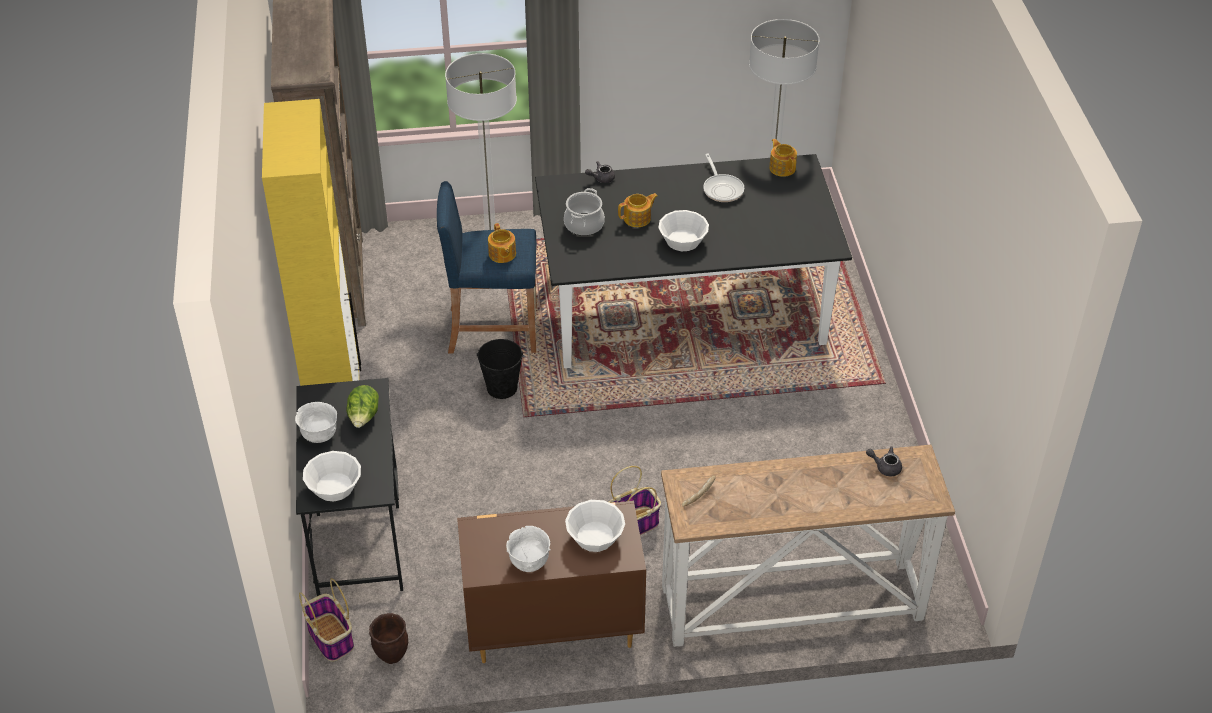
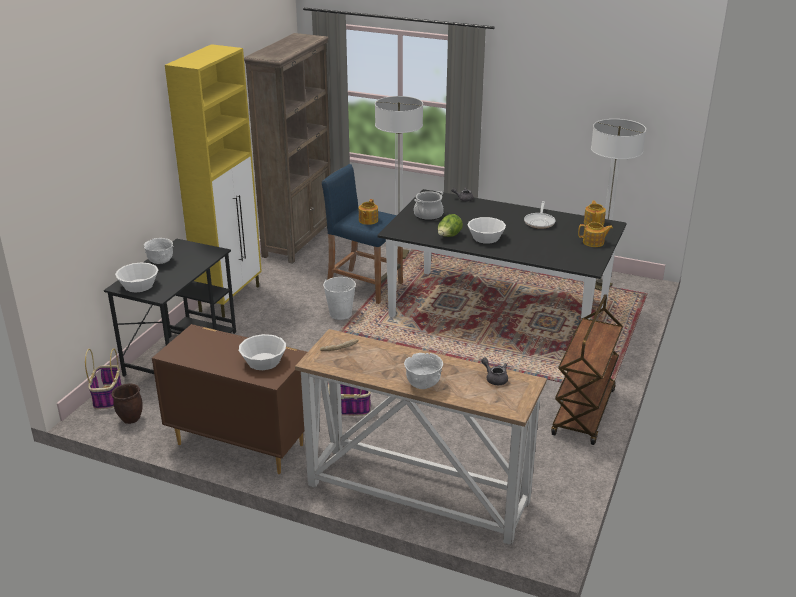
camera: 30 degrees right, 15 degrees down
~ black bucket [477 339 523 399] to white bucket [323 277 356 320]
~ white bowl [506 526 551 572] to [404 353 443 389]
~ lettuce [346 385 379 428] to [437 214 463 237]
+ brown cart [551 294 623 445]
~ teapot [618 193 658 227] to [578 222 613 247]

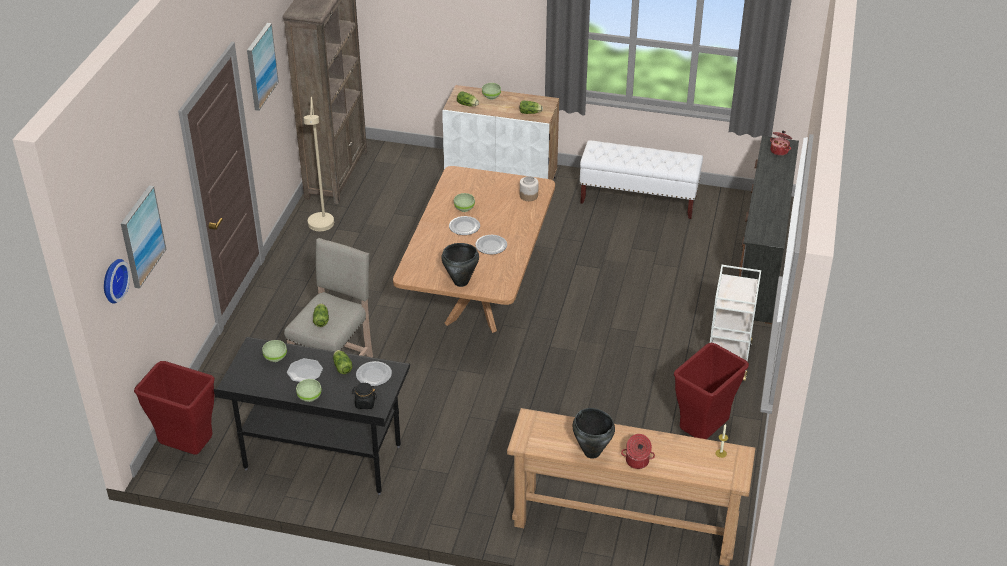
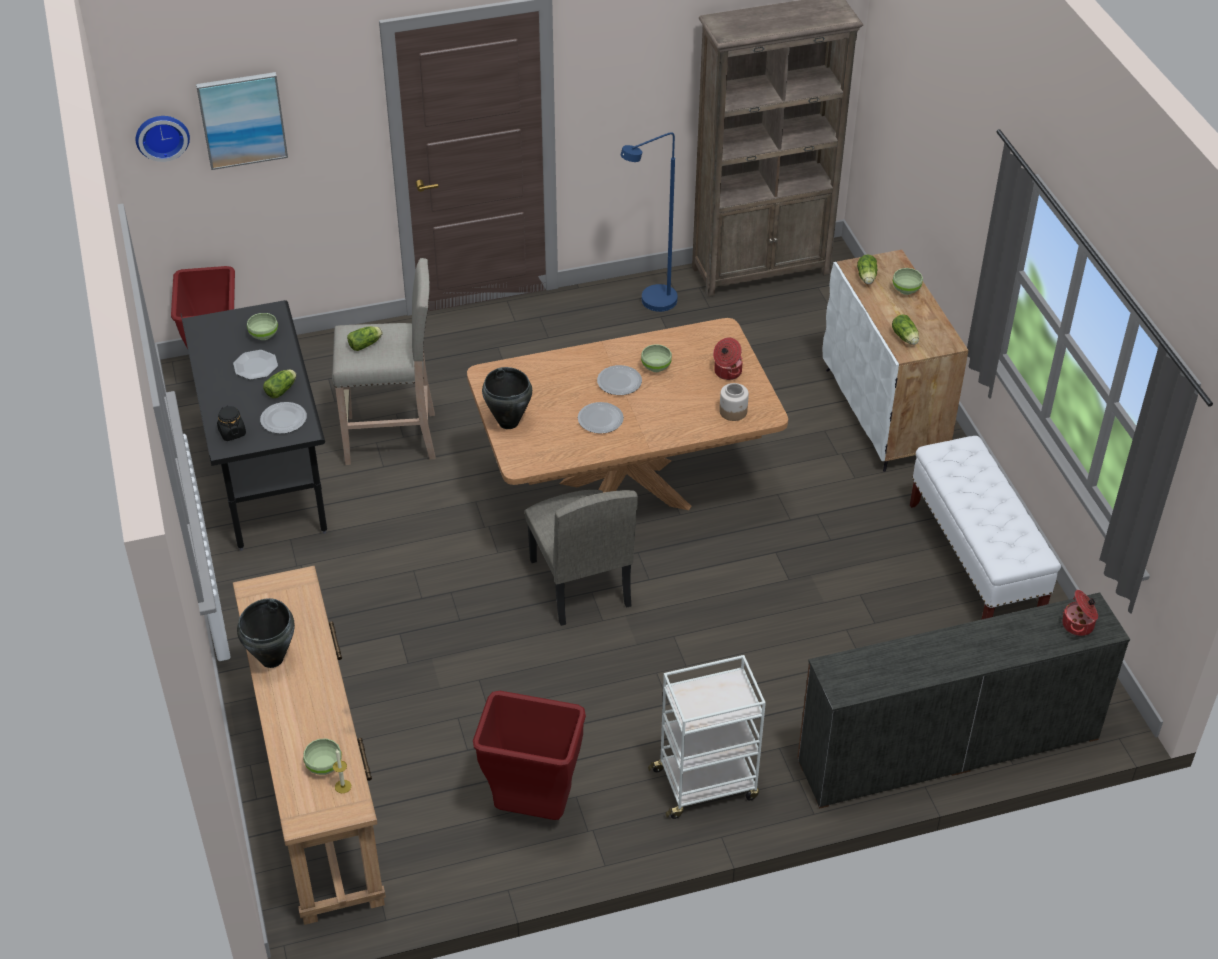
camera: 60 degrees right, 5 degrees up
~ green bowl [296 379 322 402] to [303 738 342 775]
+ beige chair [525 490 638 626]
~ beige floor lamp [304 97 334 231] to blue floor lamp [621 132 678 312]
~ cooking pot [621 434 655 469] to [713 337 743 380]
- picture [247 23 279 111]

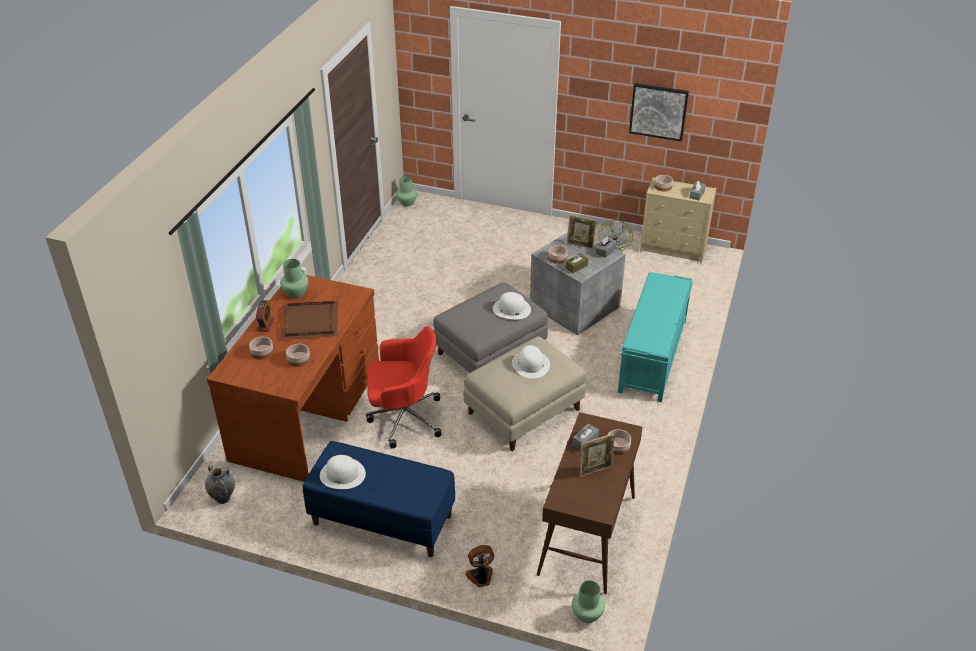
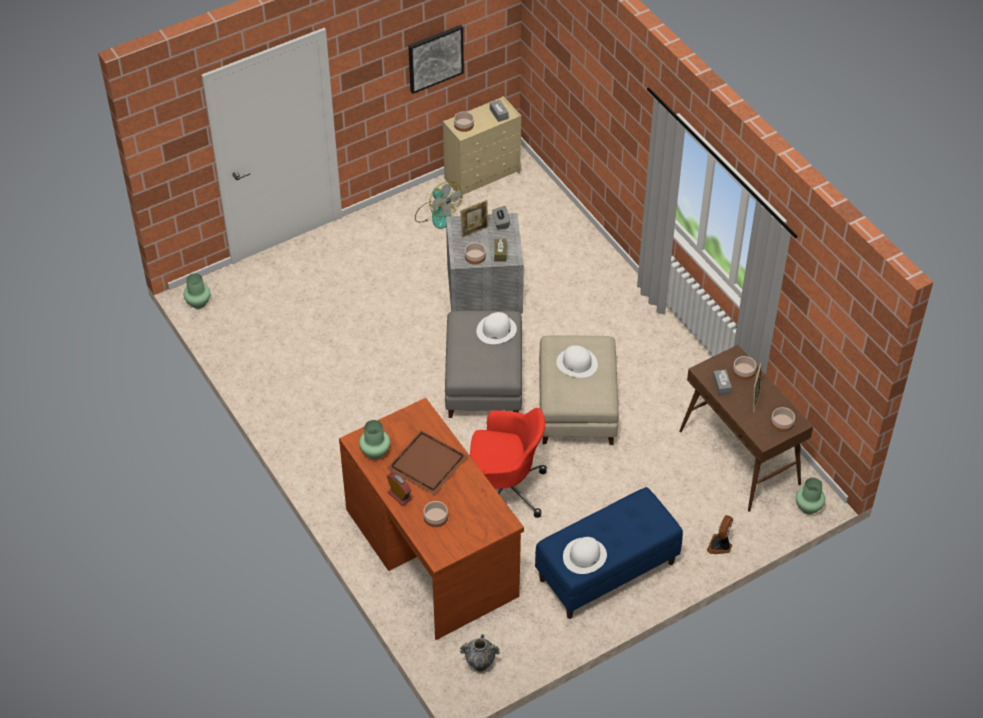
camera: 50 degrees left, 10 degrees up
~ red office chair [366 326 441 448] = [470 408 547 518] 60 degrees clockwise
~ bowl [286 344 310 367] to [771 407 795 432]
- turquoise bench [618 272 693 402]

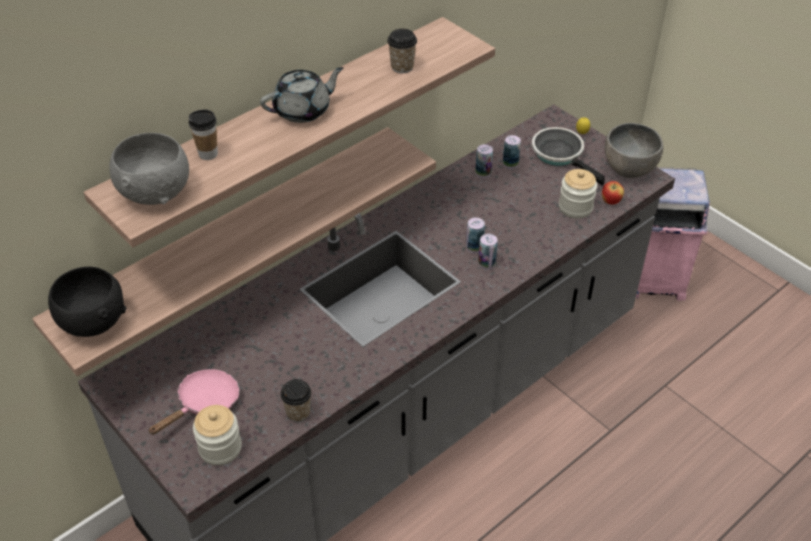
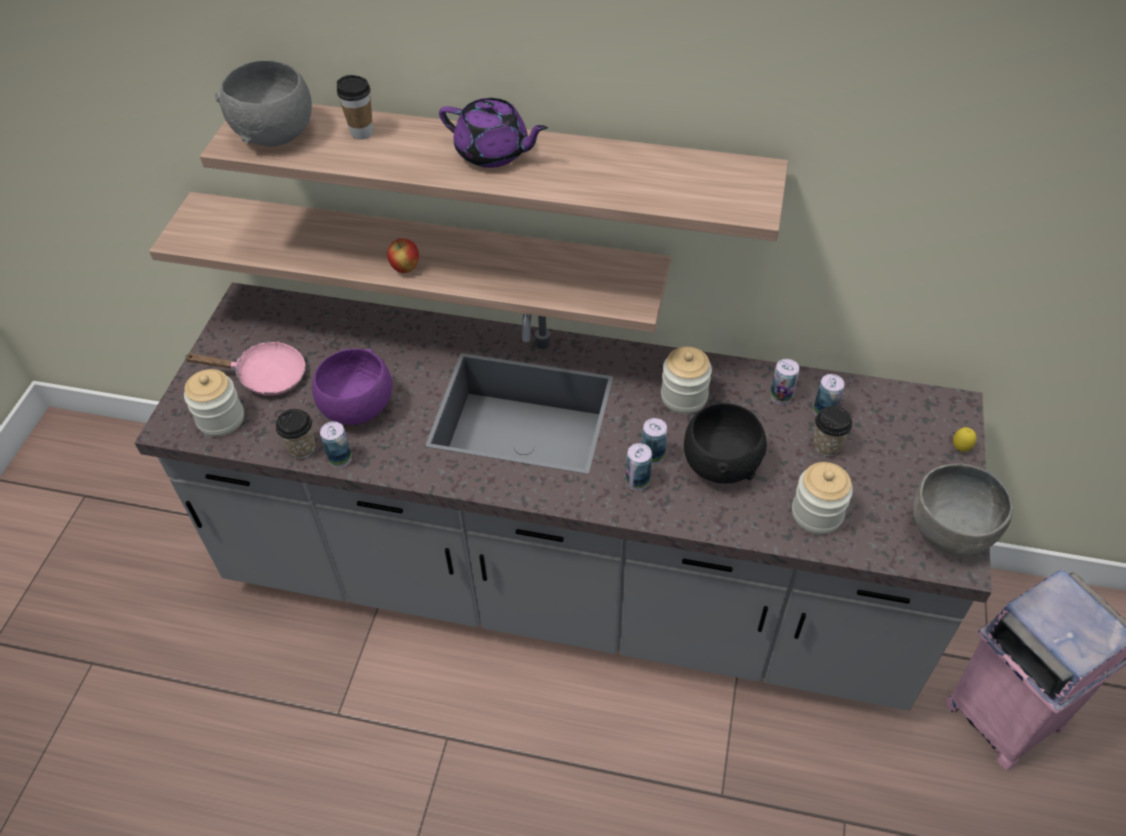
camera: 55 degrees right, 5 degrees up
+ purple bowl [312 349 392 425]
+ can [320 421 352 468]
~ apple [602 181 624 205] to [387 238 419 273]
~ grey teapot [260 67 343 123] to purple teapot [439 98 548 168]
+ jar [661 347 712 414]
~ black bowl [48 267 126 337] to [684 403 767 484]
~ cup [388 29 417 73] to [813 406 852 456]
- frying pan [532 127 605 186]

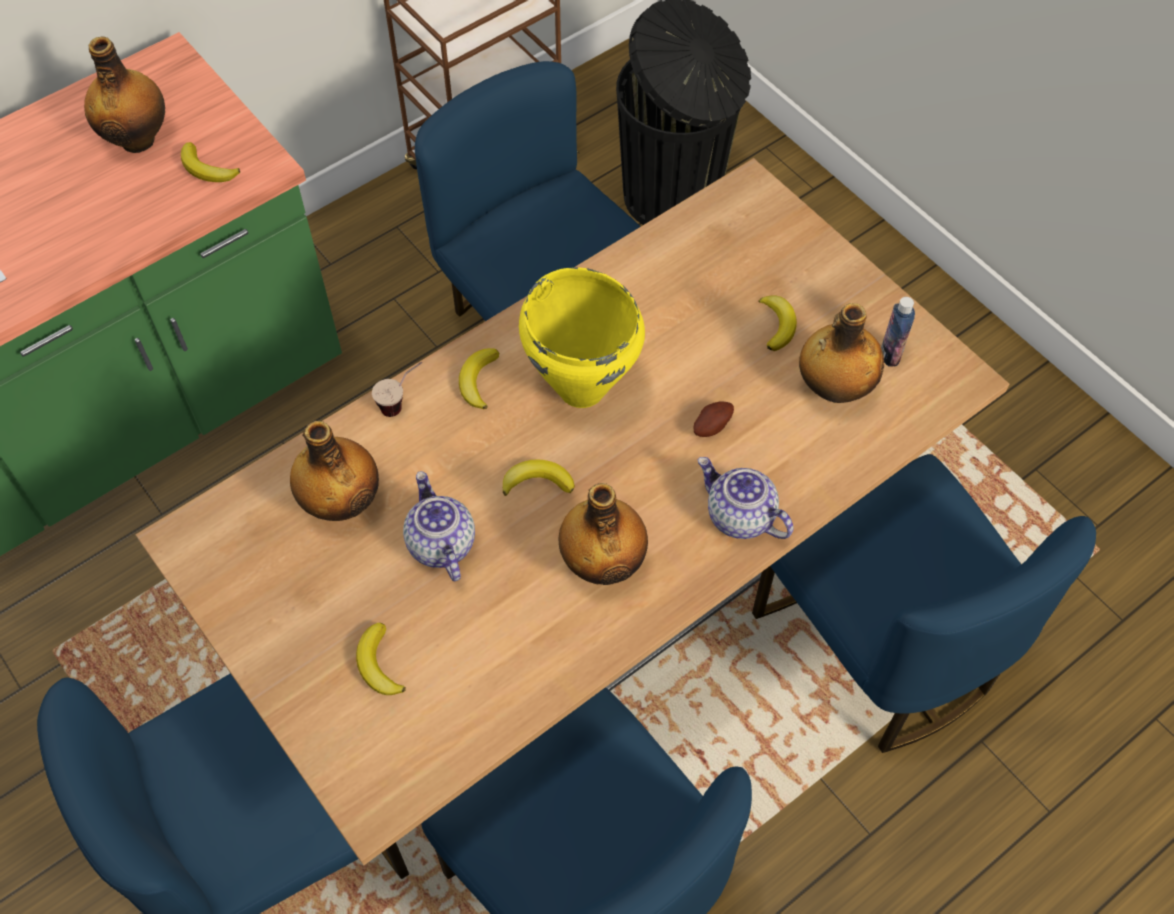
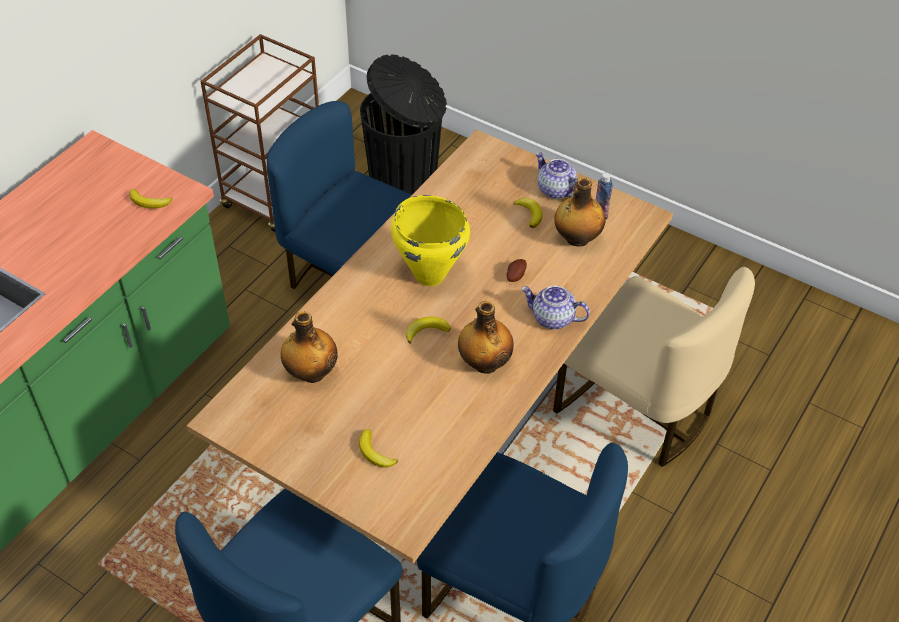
camera: 20 degrees left, 10 degrees down
~ teapot [403 471 475 581] to [536 152 578 199]
~ blue chair [752 454 1096 753] to beige chair [553 267 755 467]
- bottle [84 36 165 153]
- cup [372 362 423 417]
- banana [459 348 499 409]

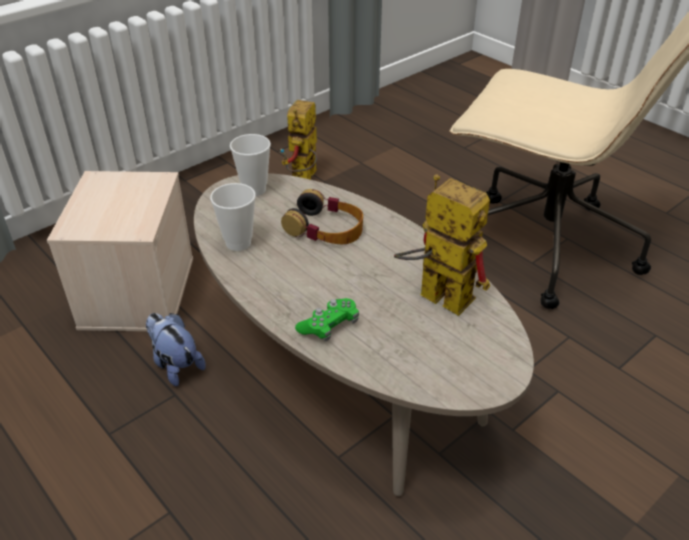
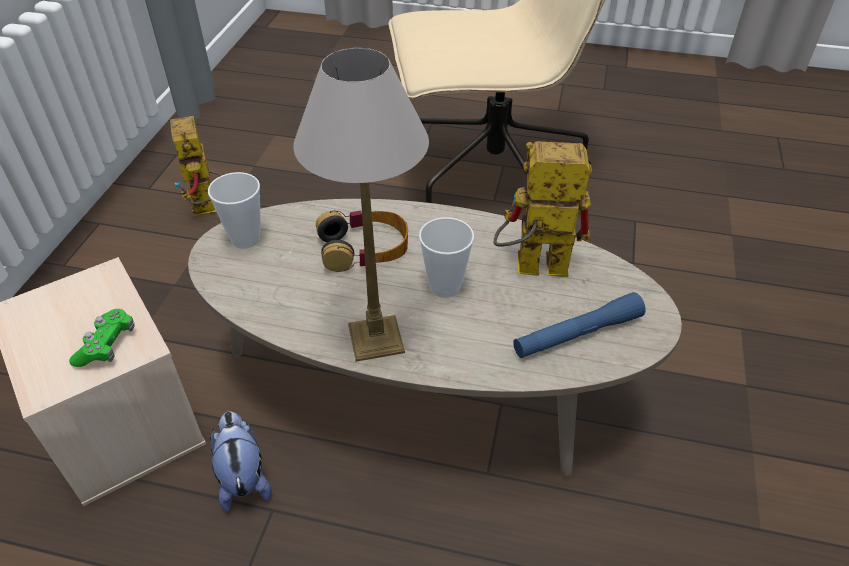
camera: 35 degrees left, 5 degrees up
~ green game controller [295 298 359 342] to [69 309 135 367]
~ plush toy [146 313 206 386] = [210 412 271 512] 60 degrees clockwise
+ table lamp [293 48 429 362]
~ cup [210 183 256 251] to [419 217 474 298]
+ blue flashlight [513 292 646 358]

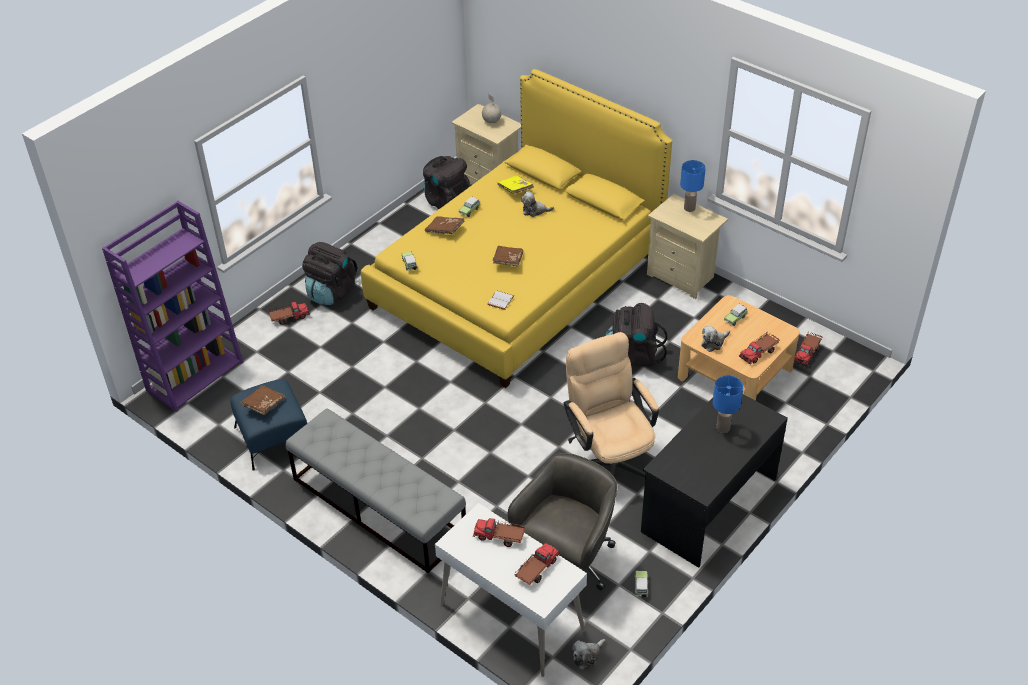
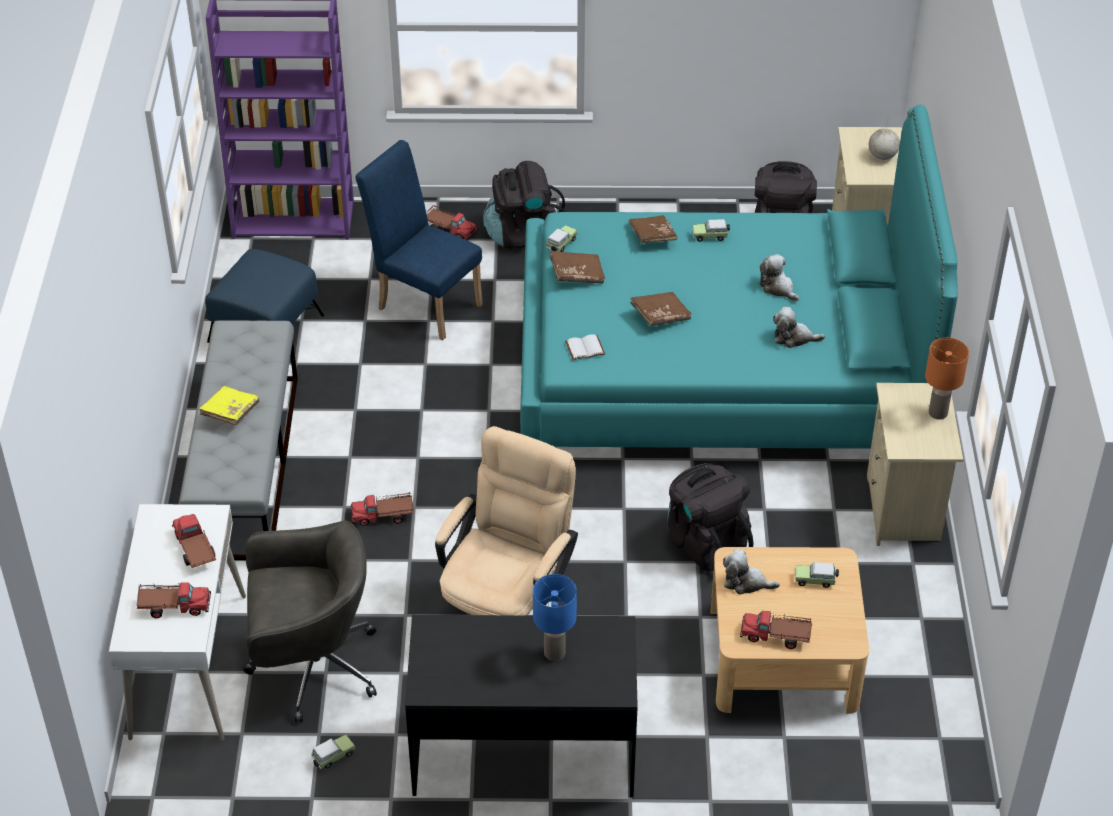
camera: 50 degrees right, 0 degrees up
~ yellow book [497 175 534 194] to [199 386 259 425]
~ toy truck [794 332 823 366] to [350 492 414 526]
+ blue chair [355 140 483 341]
~ yellow bed [361 69 672 388] to turquoise bed [520 105 958 449]
~ brown book [240 386 285 415] to [550 251 605 283]
~ plush toy [572 639 606 670] to [773 307 825 348]
~ blue table lamp [680 160 706 212] to orange table lamp [925 338 969 420]

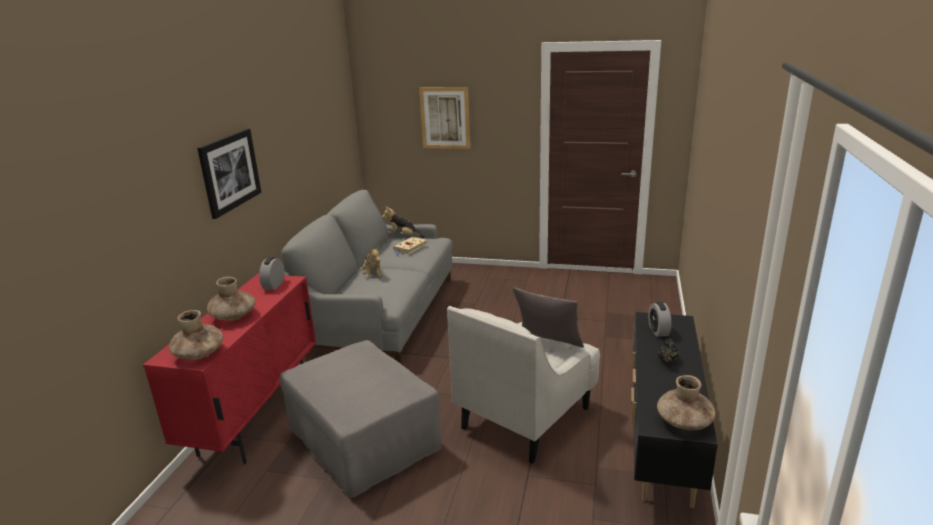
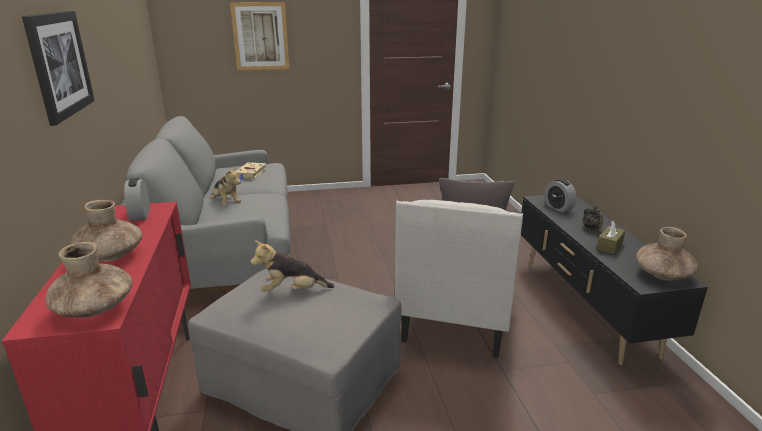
camera: 25 degrees left, 0 degrees up
~ plush toy [382 206 425 238] to [250 240 334 292]
+ brown tissue box [596 221 625 254]

